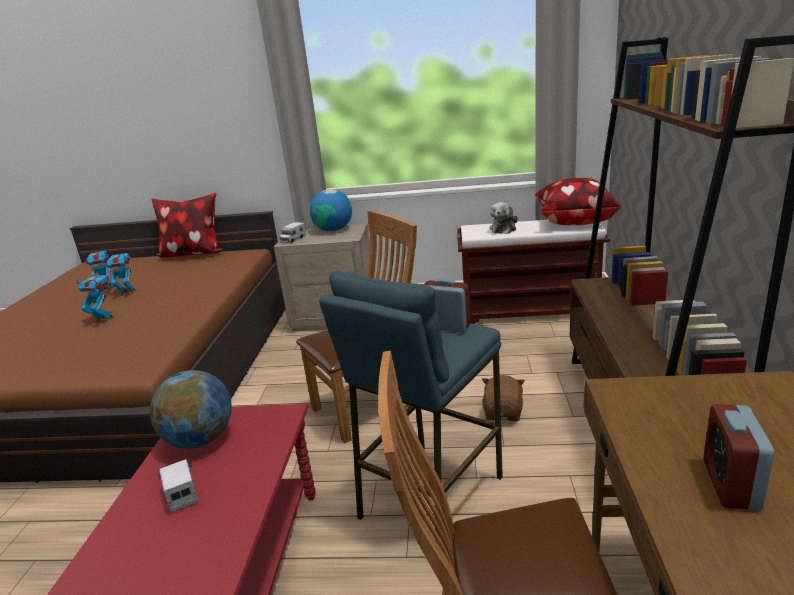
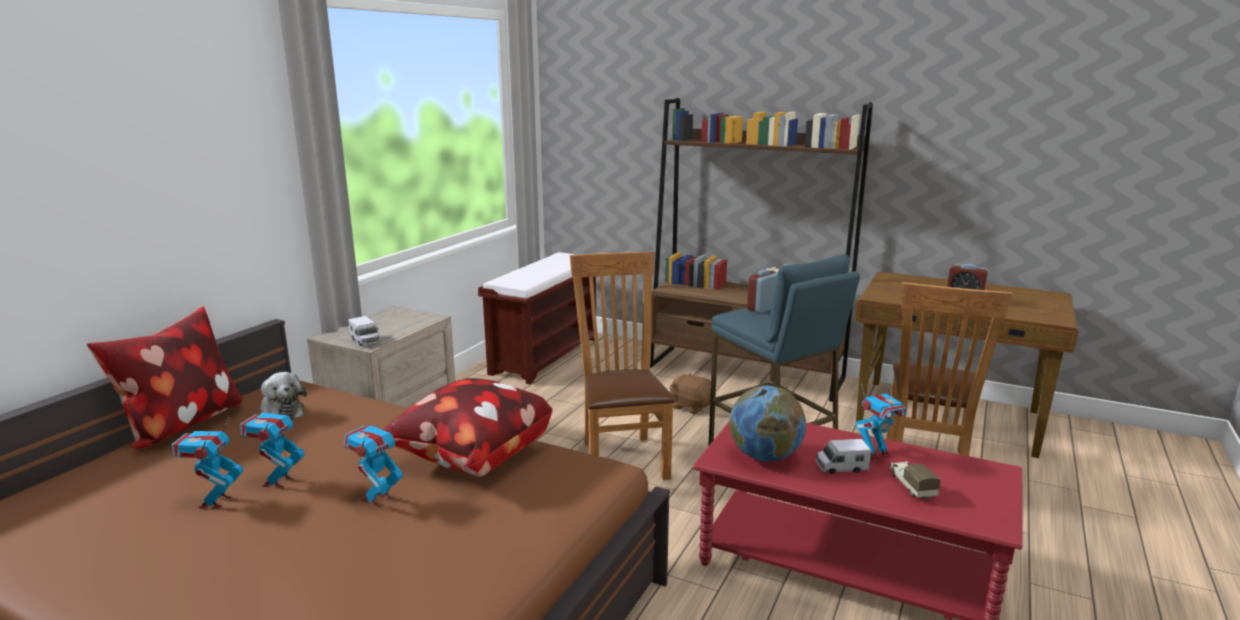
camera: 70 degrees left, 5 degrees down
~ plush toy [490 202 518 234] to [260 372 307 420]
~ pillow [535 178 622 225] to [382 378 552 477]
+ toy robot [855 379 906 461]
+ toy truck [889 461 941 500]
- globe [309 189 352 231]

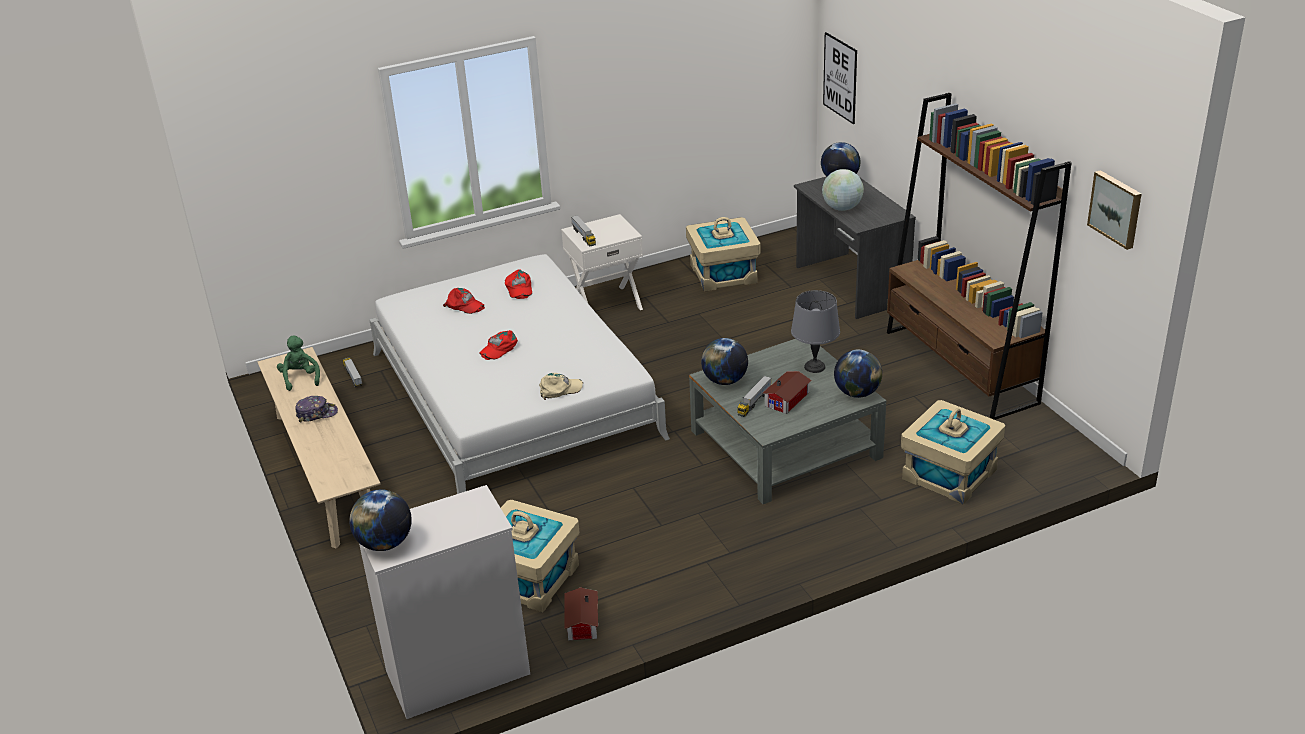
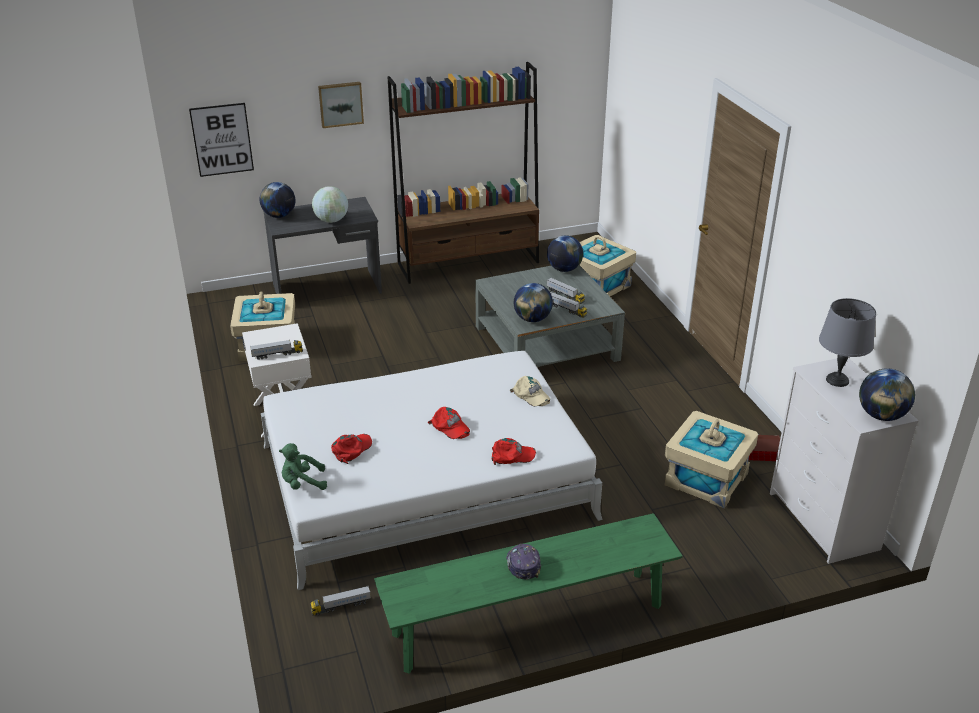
camera: 85 degrees left, 0 degrees up
~ green plush toy [277 335 320 391] to [279 443 327 490]
~ picture [1087 170 1141 250] to [318 82 364 128]
~ beige bench [258 347 381 548] to green bench [374 513 683 674]
~ red cap [505 269 532 299] to [492 438 536 465]
~ beige cap [539 373 583 400] = [510 376 550 406] 150 degrees clockwise
~ toy house [762 371 812 414] to toy truck [547 278 585 304]
~ grey table lamp [791 290 840 373] to [819 298 876 387]

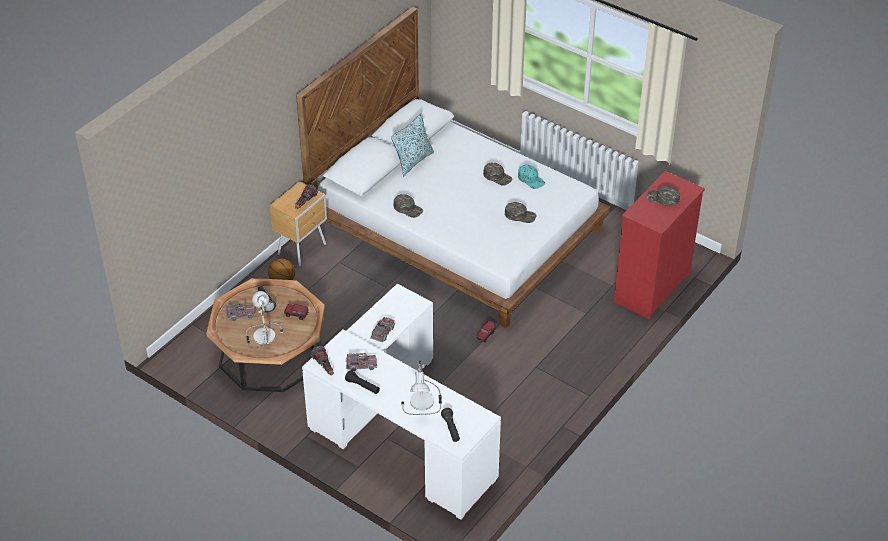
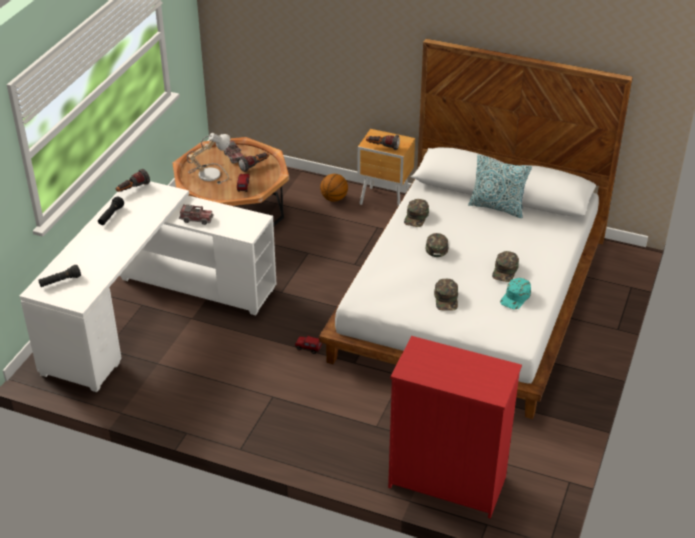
camera: 75 degrees right, 5 degrees down
~ green cap [646 186 680 206] to [426 233 448 257]
- toy truck [346 353 377 371]
- table lamp [401 361 442 415]

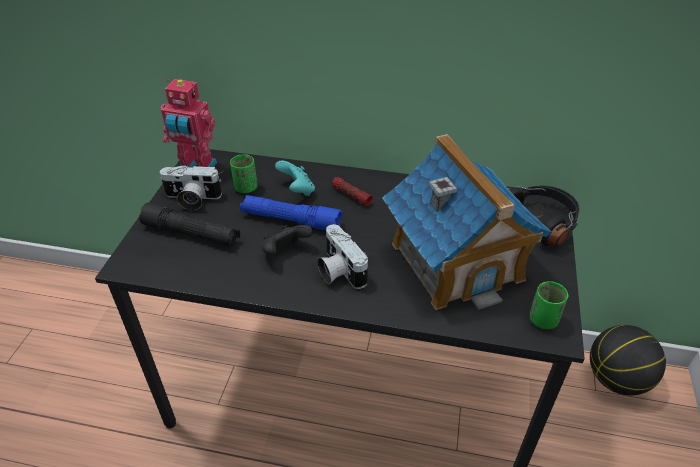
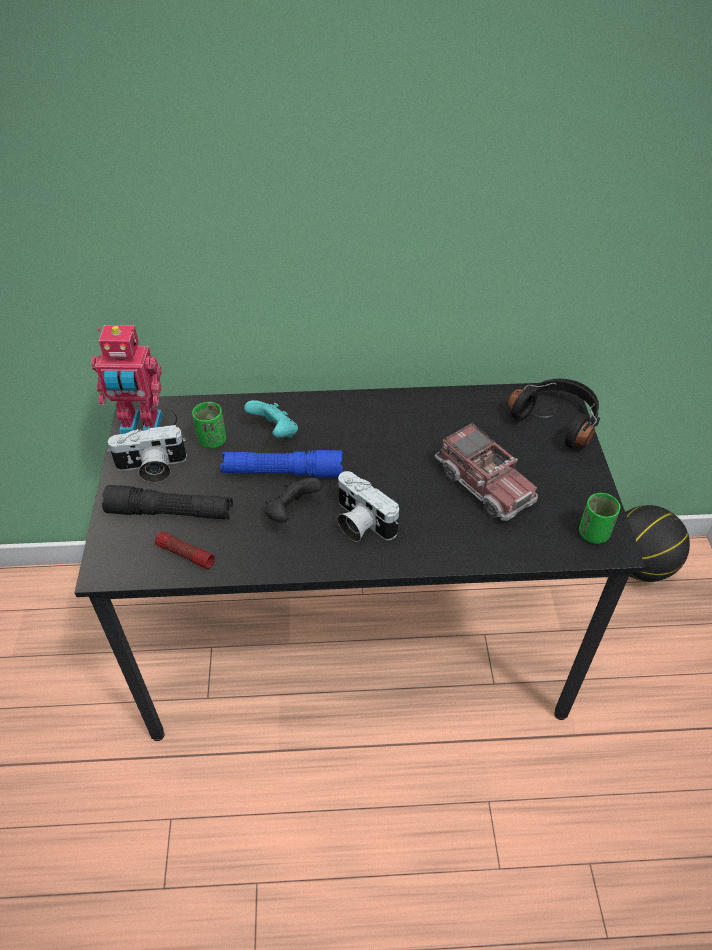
camera: 15 degrees left, 5 degrees up
~ flashlight [332 177 373 206] to [155 532 215 569]
~ toy house [382 134 552 310] to toy truck [435 423 538 521]

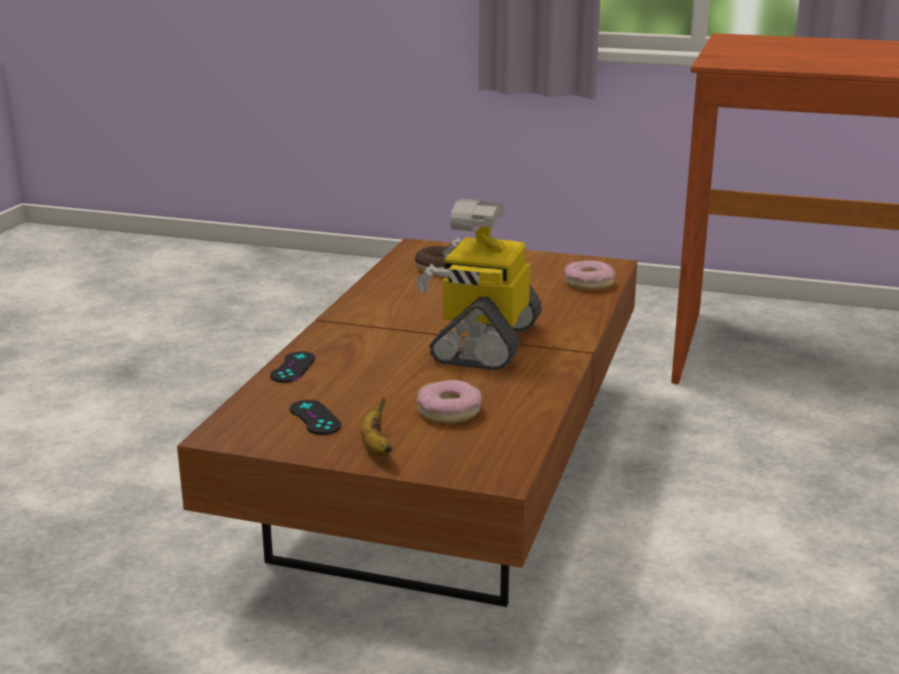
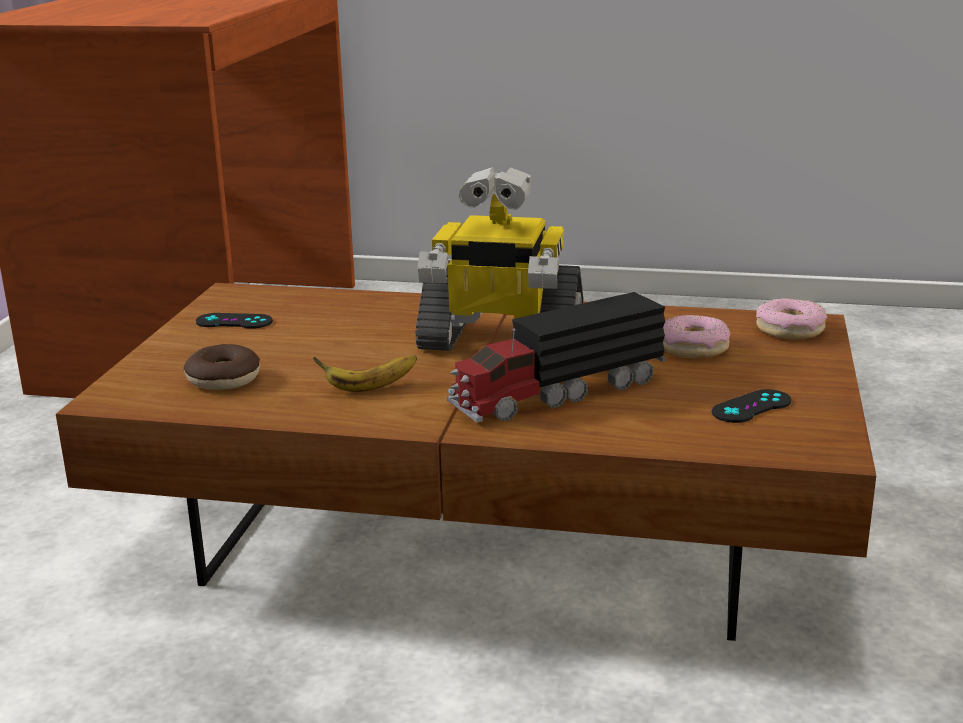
camera: 95 degrees left, 0 degrees up
~ black game controller [270 351 316 383] to [196 313 273 329]
~ banana [361 397 393 456] to [313 355 417 392]
+ toy truck [447 292 665 423]
~ donut [565 260 615 290] to [756 298 827 340]

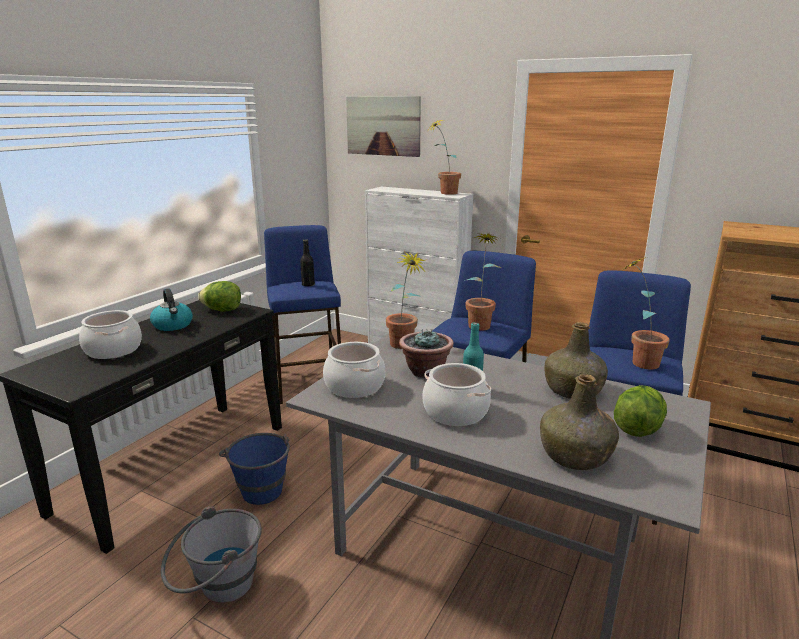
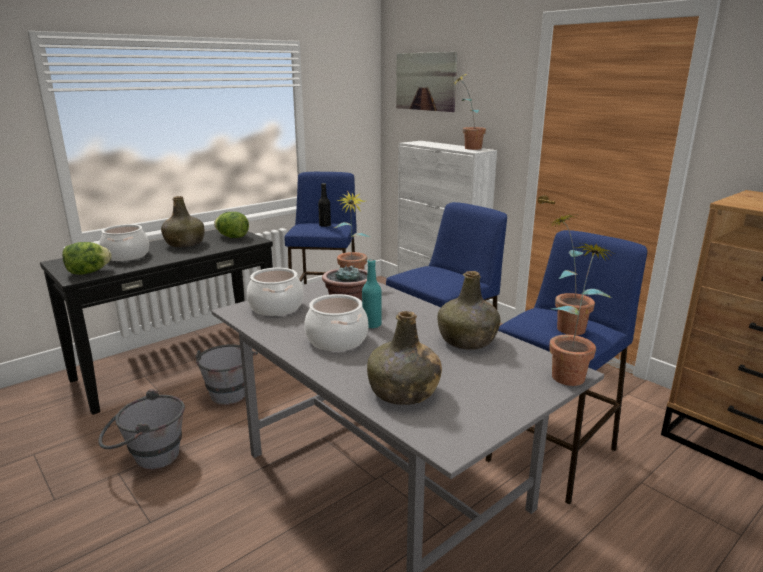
camera: 20 degrees right, 0 degrees up
~ lettuce [614 385 667 437] to [62 242 112 275]
~ kettle [150 288 193 331] to green bottle [161 196 205 247]
~ blue bucket [219 433 290 505] to grey bucket [195 344 258 405]
~ potted plant [463 233 501 331] to [549 243 612 386]

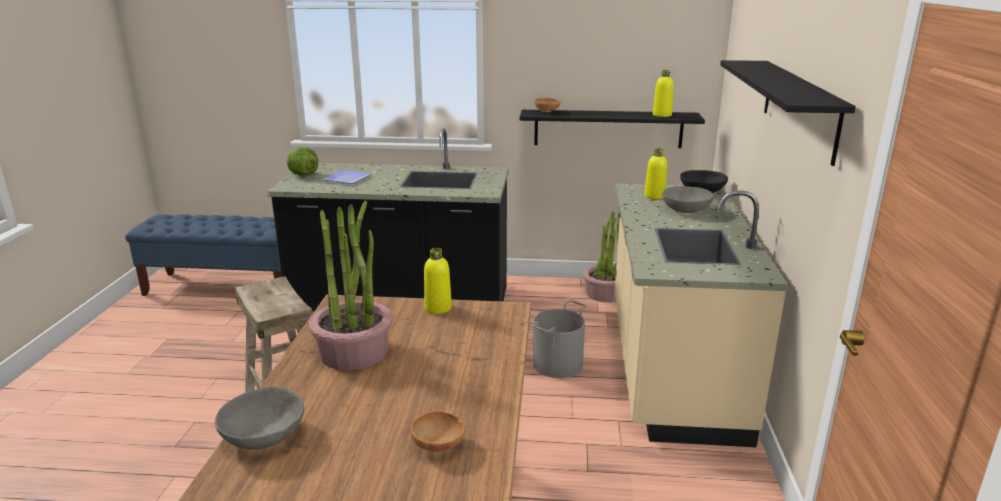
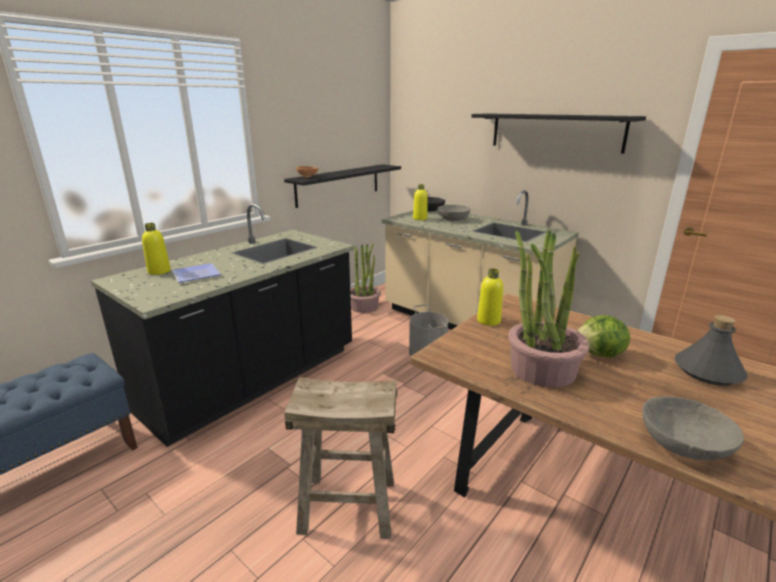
camera: 55 degrees left, 0 degrees up
~ yellow bottle [653 70 674 117] to [142 223 171 275]
~ lettuce [287 147 318 176] to [577 315 630 358]
~ brown bowl [410 411 465 452] to grey bottle [675 315 747 385]

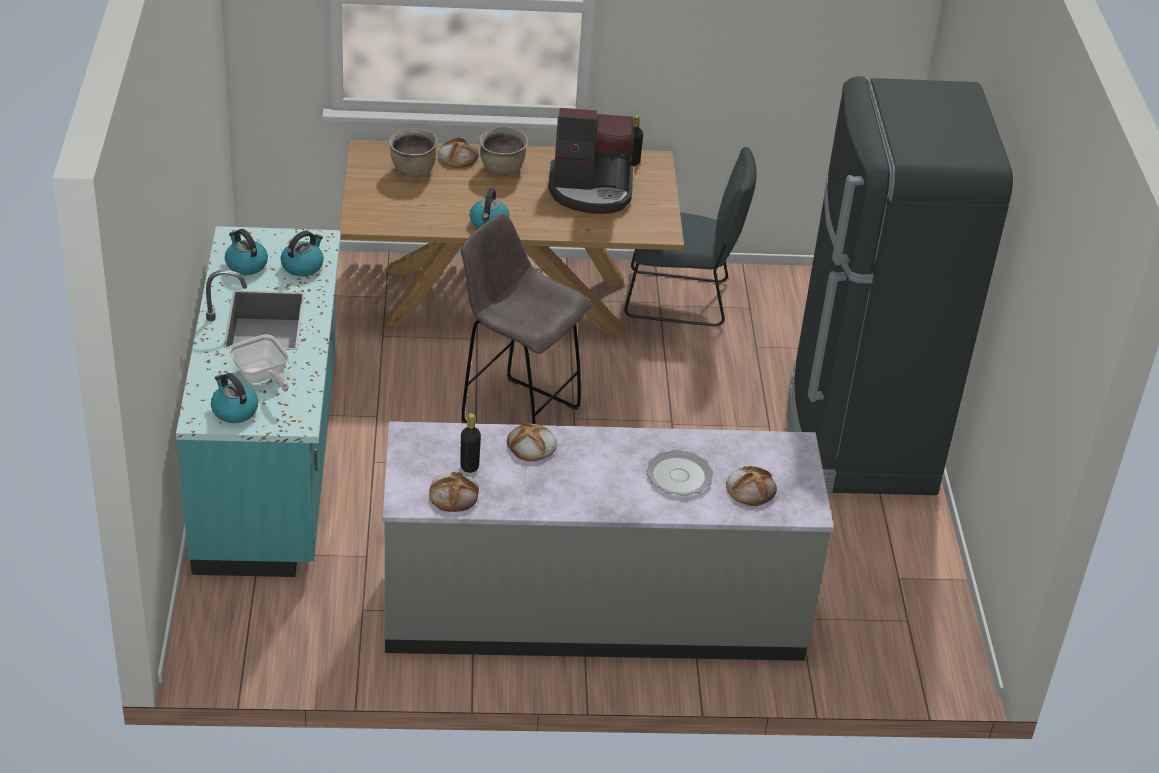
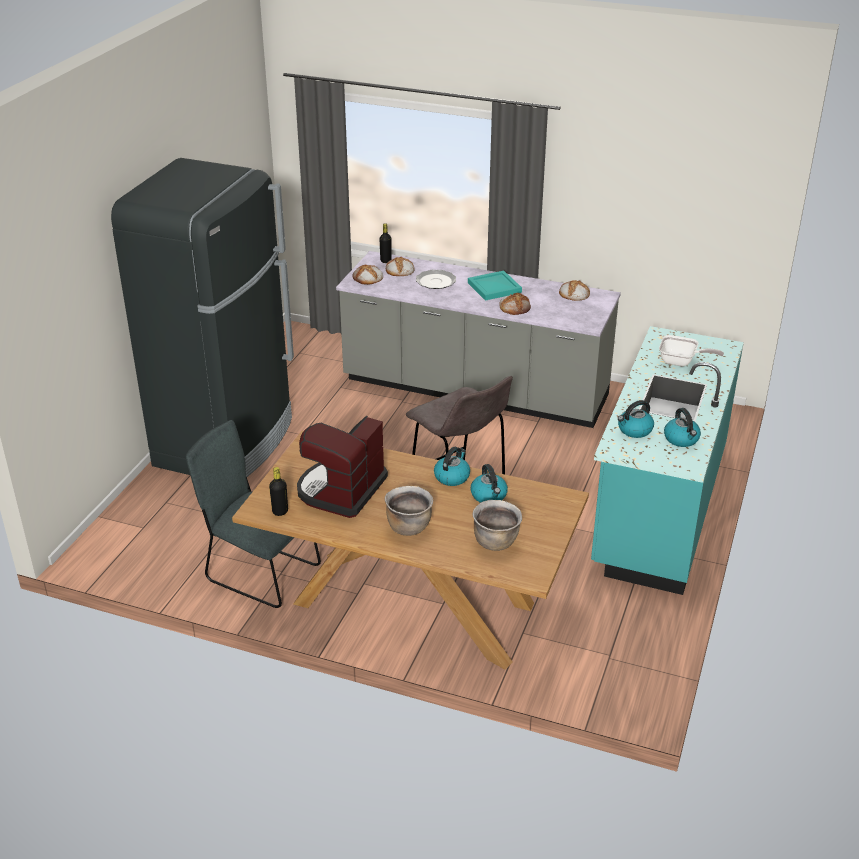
camera: 155 degrees left, 5 degrees down
~ coffee machine [548 108 634 214] = [297 416 388 518] 90 degrees counterclockwise
~ bread [438 137 478 168] to [352 264 383 285]
~ black bottle [460 413 481 473] to [379 223 392 263]
+ turquoise tray [468 271 522 301]
~ kettle [211 373 258 423] to [471 464 508 503]
~ frying pan [228 334 289 392] = [659 335 724 366] 120 degrees clockwise

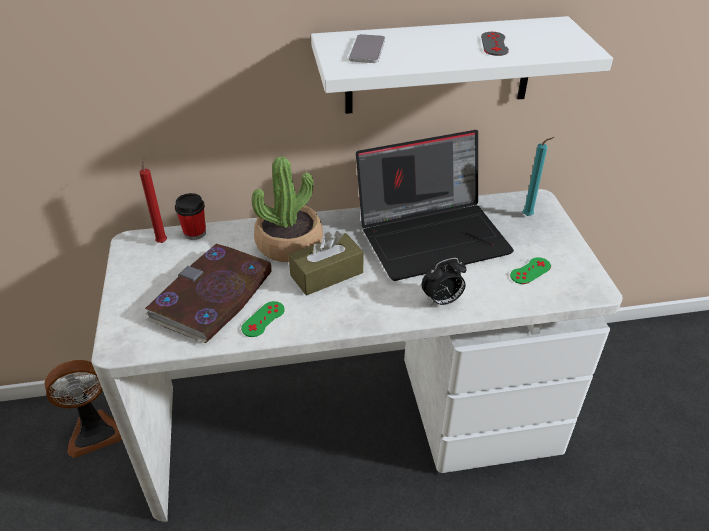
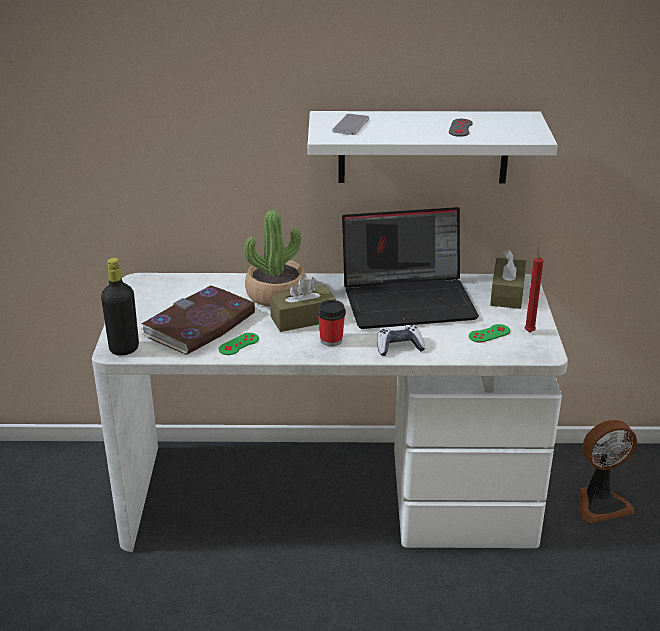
camera: 10 degrees right, 10 degrees down
+ black bottle [101 258 139 356]
~ cup [175 193 206 240] to [317 300 346 346]
~ alarm clock [422 258 466 306] to game controller [377 325 426 356]
~ turquoise candle [523 137 555 216] to brown tissue box [490 250 526 309]
~ red candle [139 157 167 243] to [524 247 544 333]
~ fan [44 360 122 458] to [579 420 637 523]

